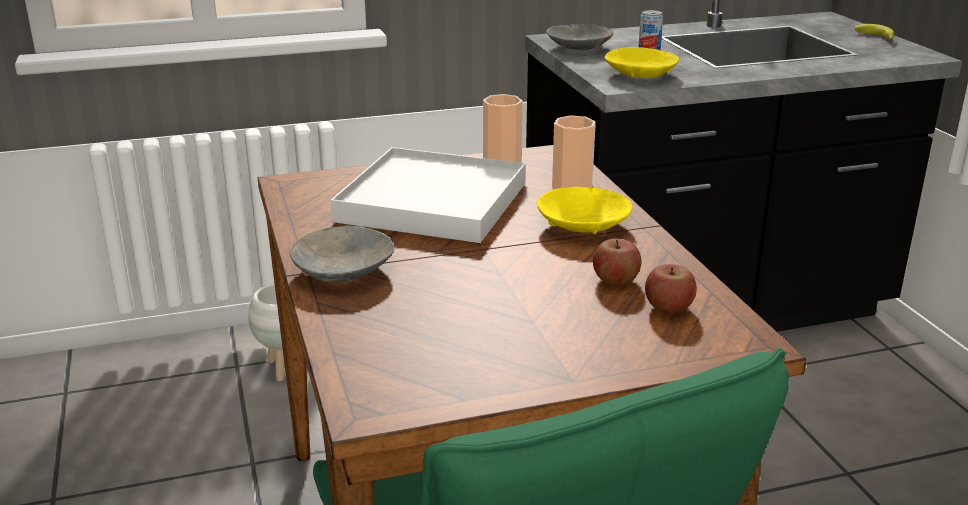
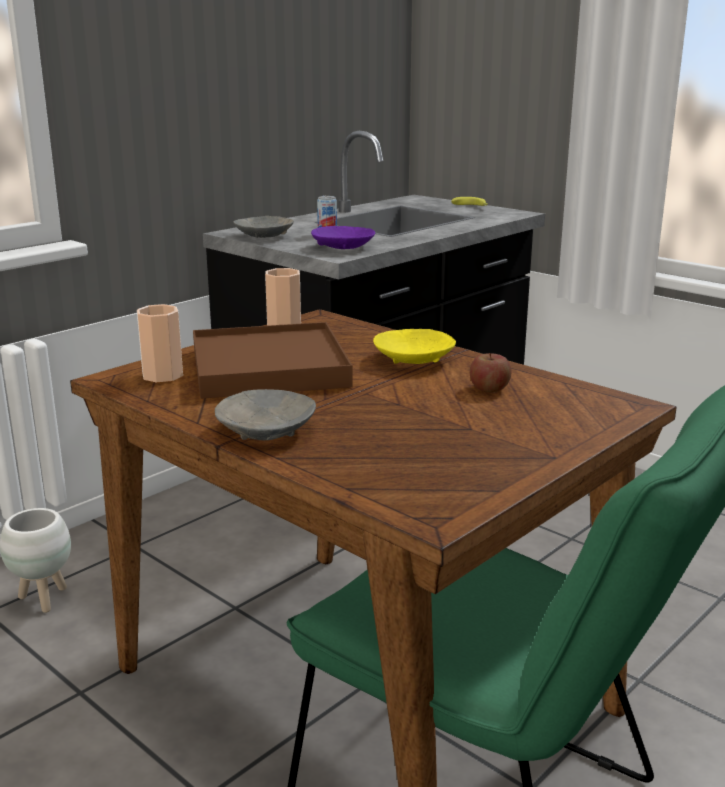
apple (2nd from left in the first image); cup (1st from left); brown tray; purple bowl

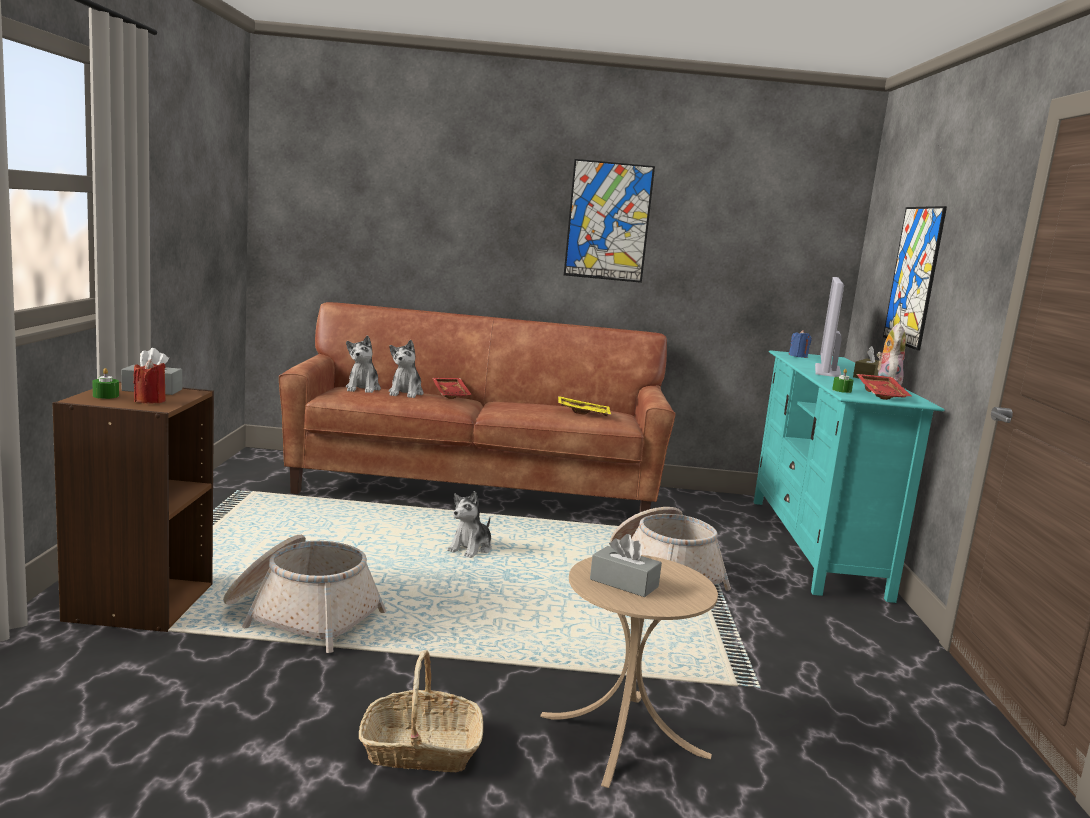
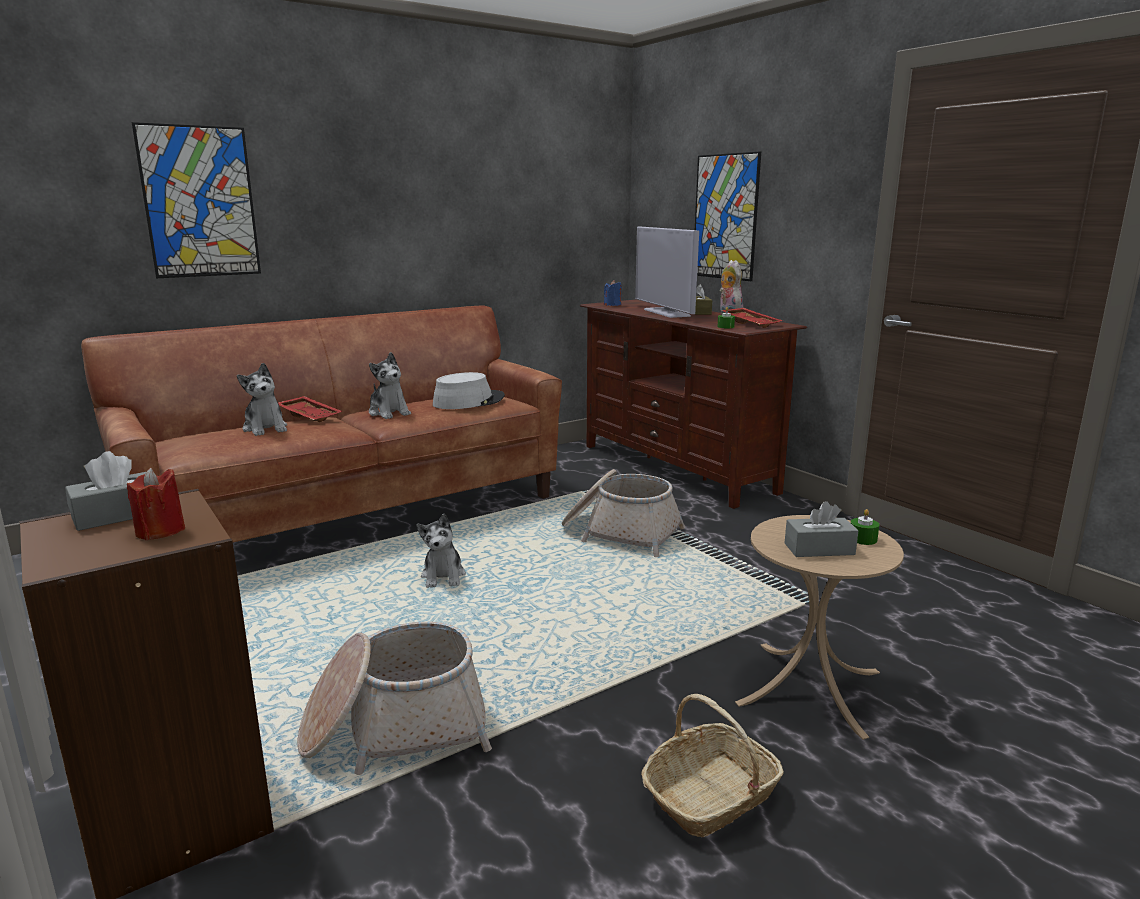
green candle (2nd from left); plush toy (2nd from left); picture (1st from left); grey hat; brown tv stand

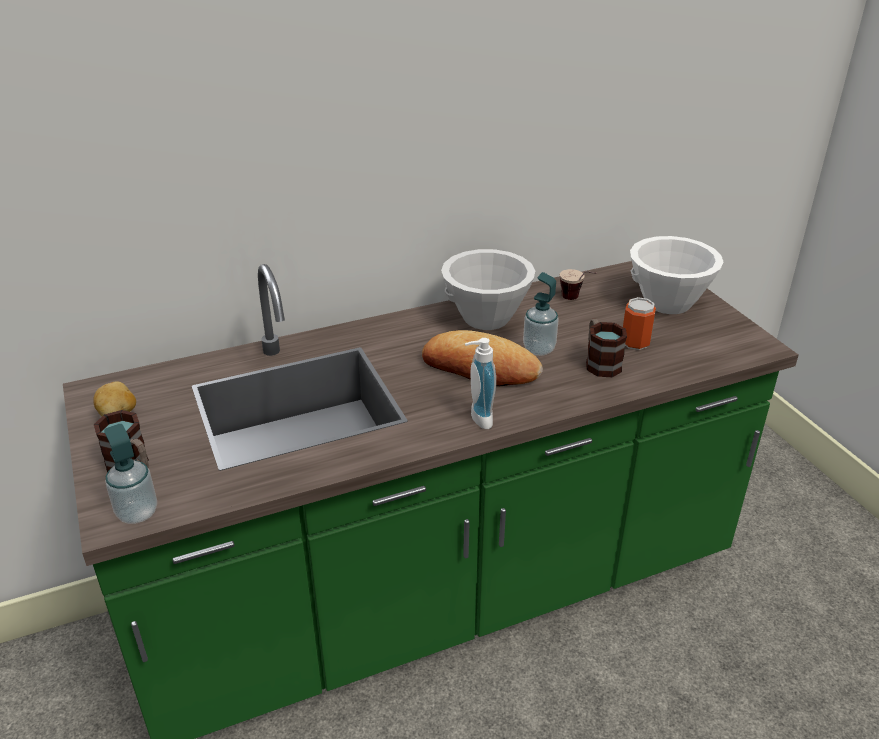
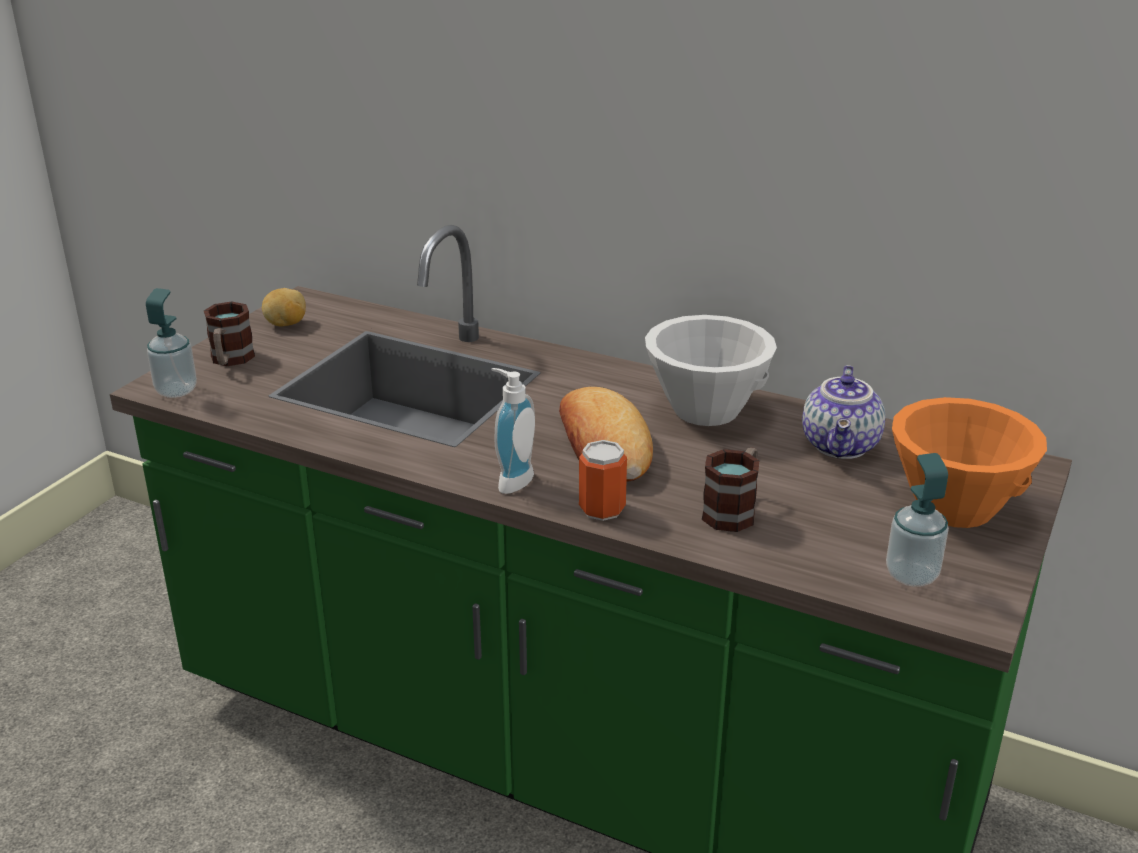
soap dispenser (3rd from left); can; teapot; orange bowl

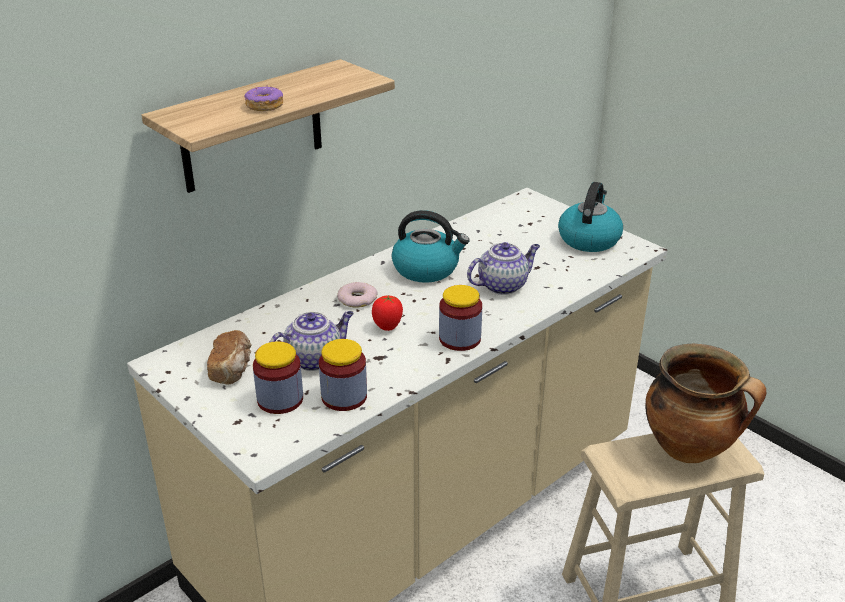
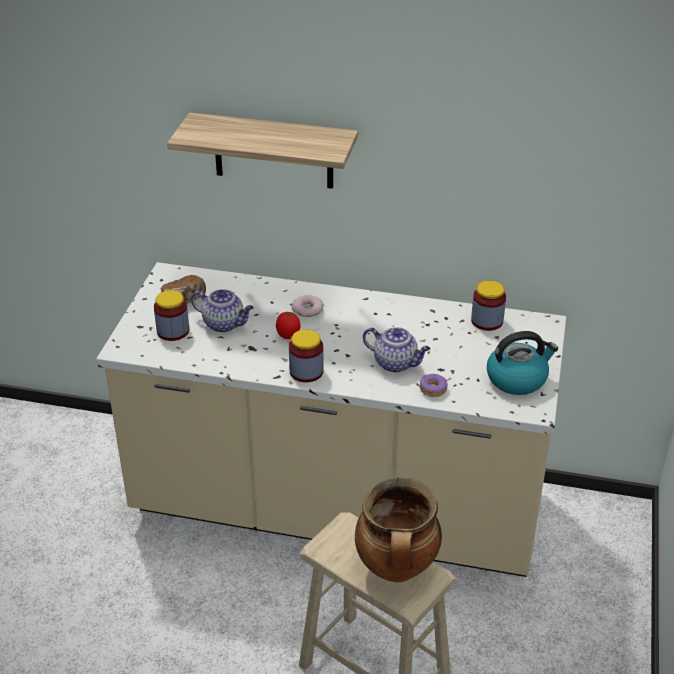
kettle (1st from left in the first image); donut (2nd from left); jar (3rd from left)

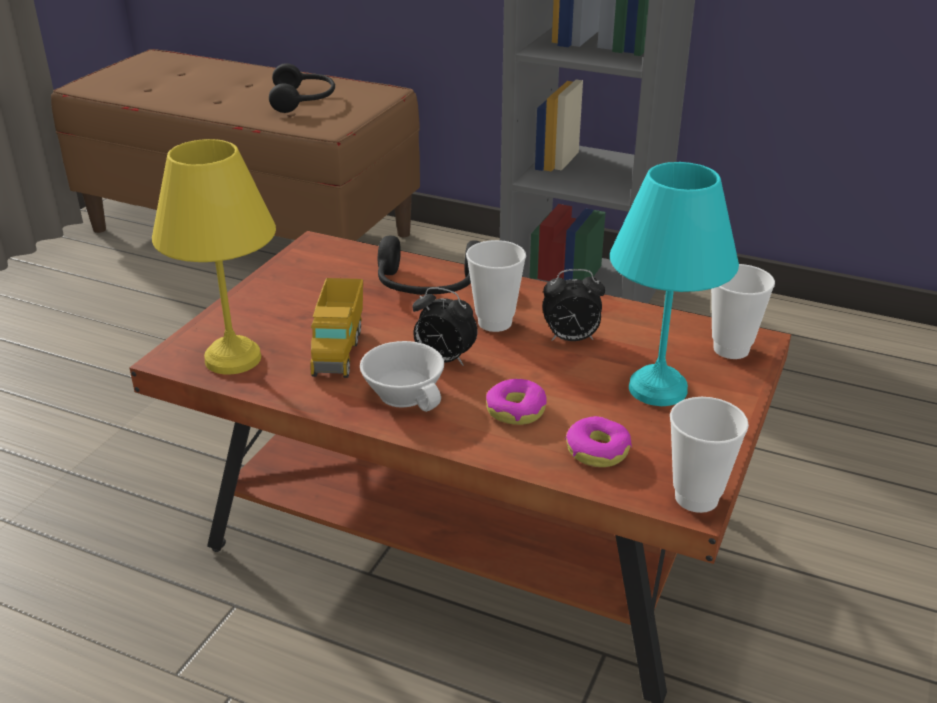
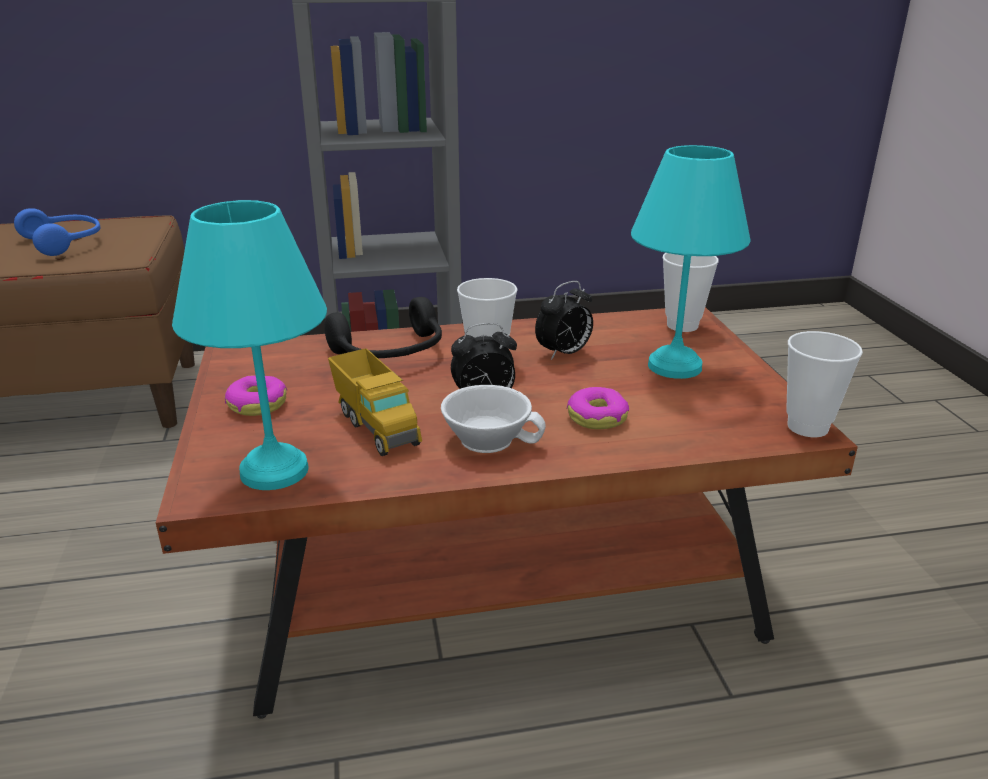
donut (1st from left); turquoise table lamp (1st from left); blue headphones

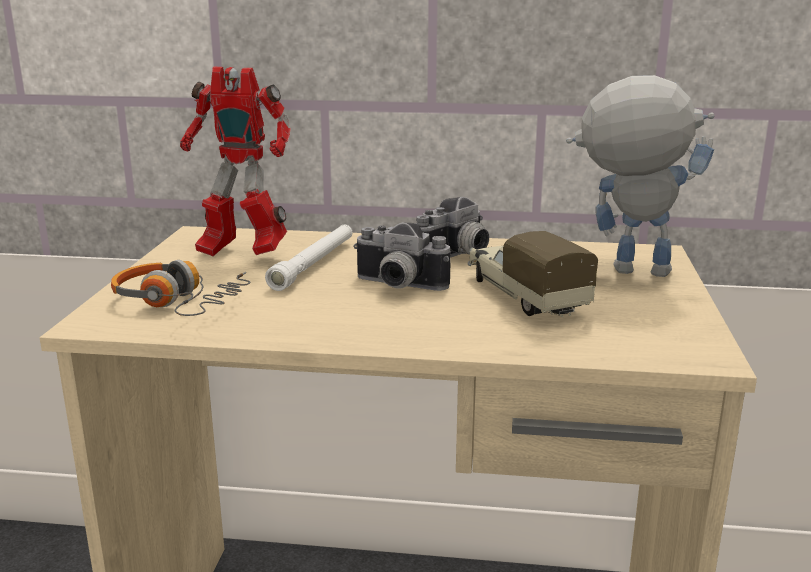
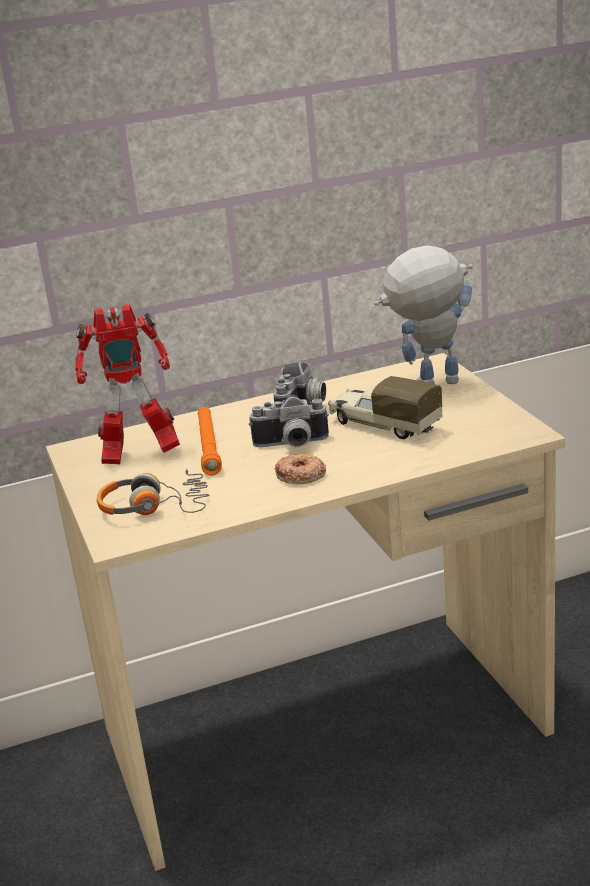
donut; orange flashlight

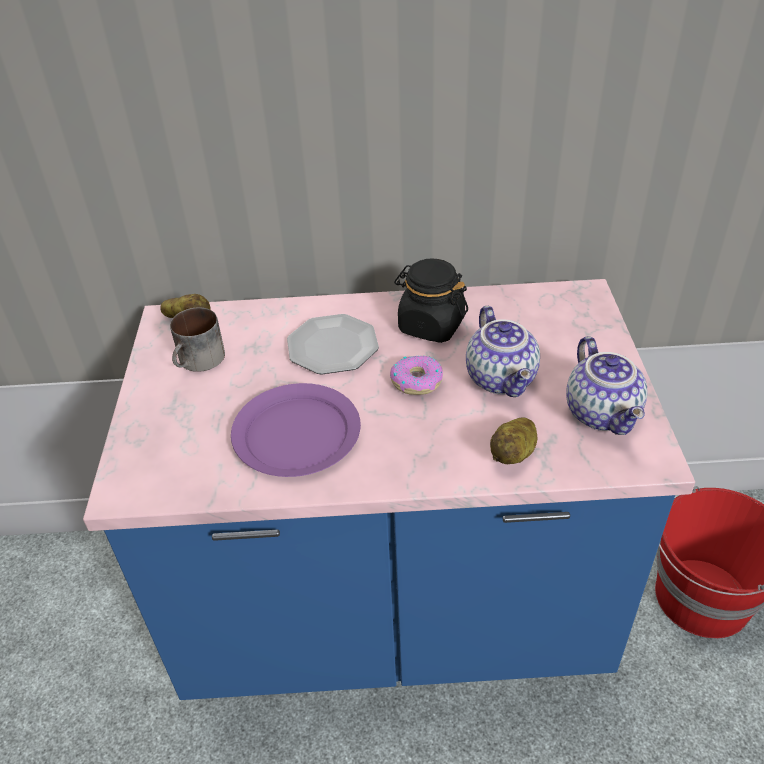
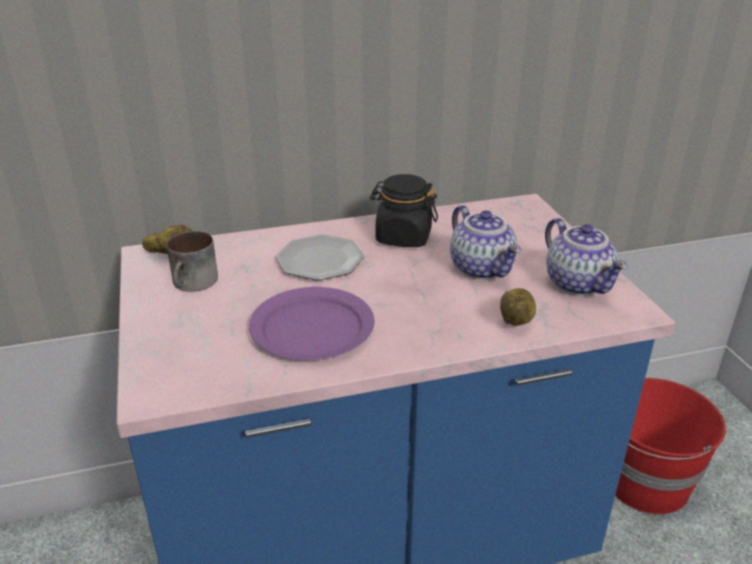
donut

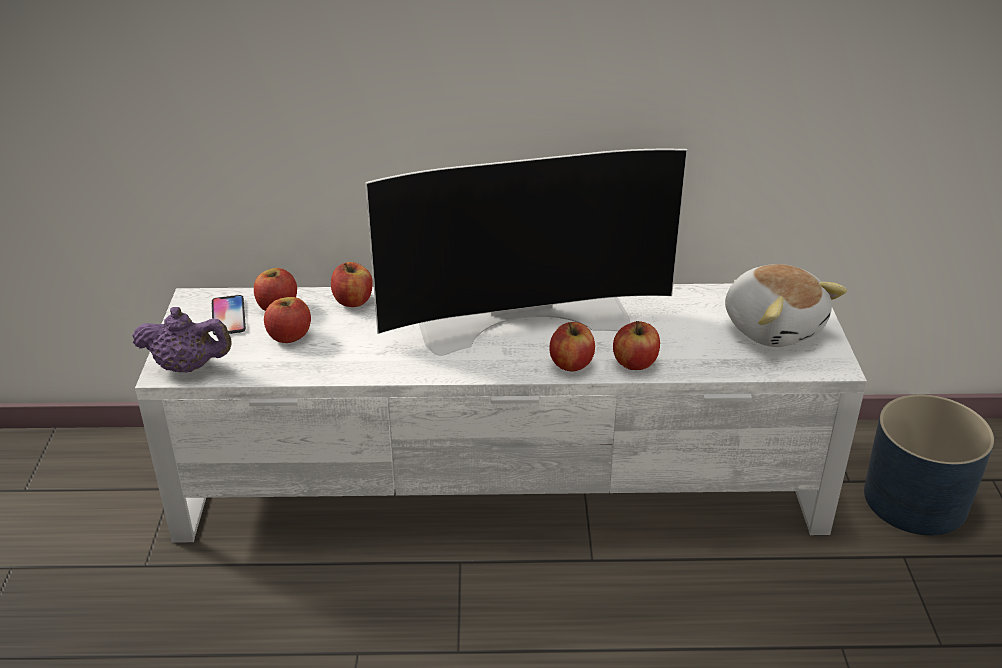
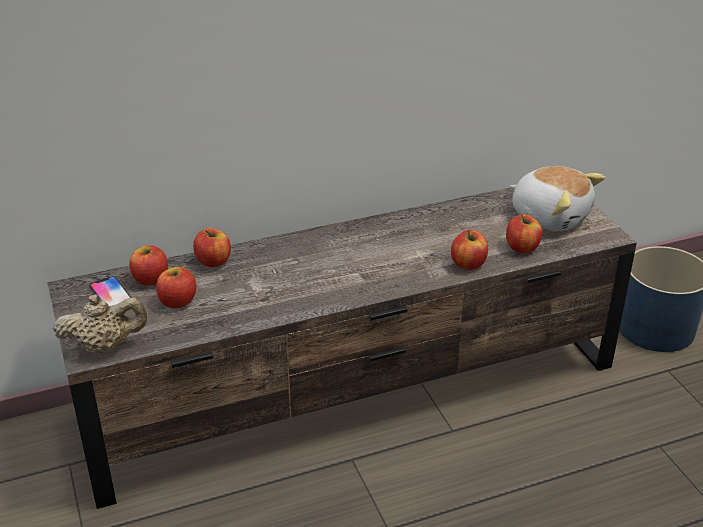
television; apple (5th from left); beige teapot; brown tv stand

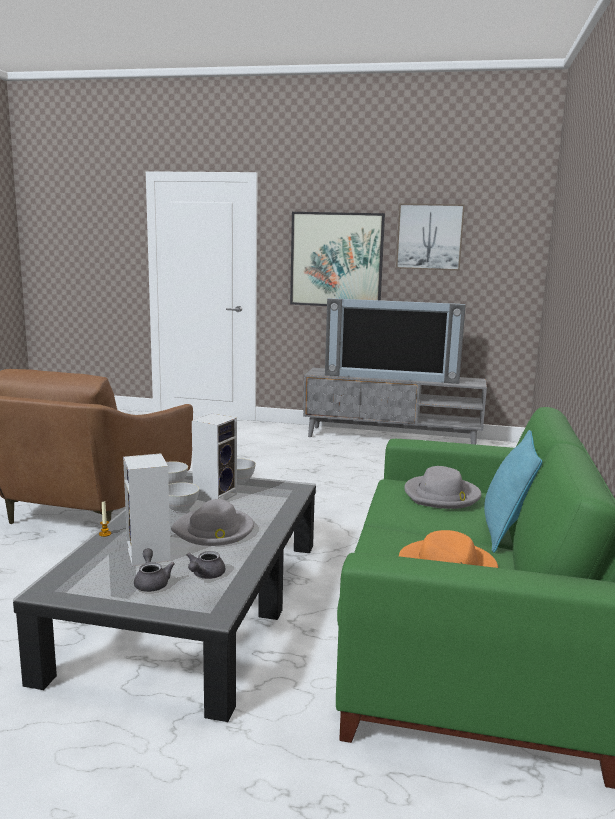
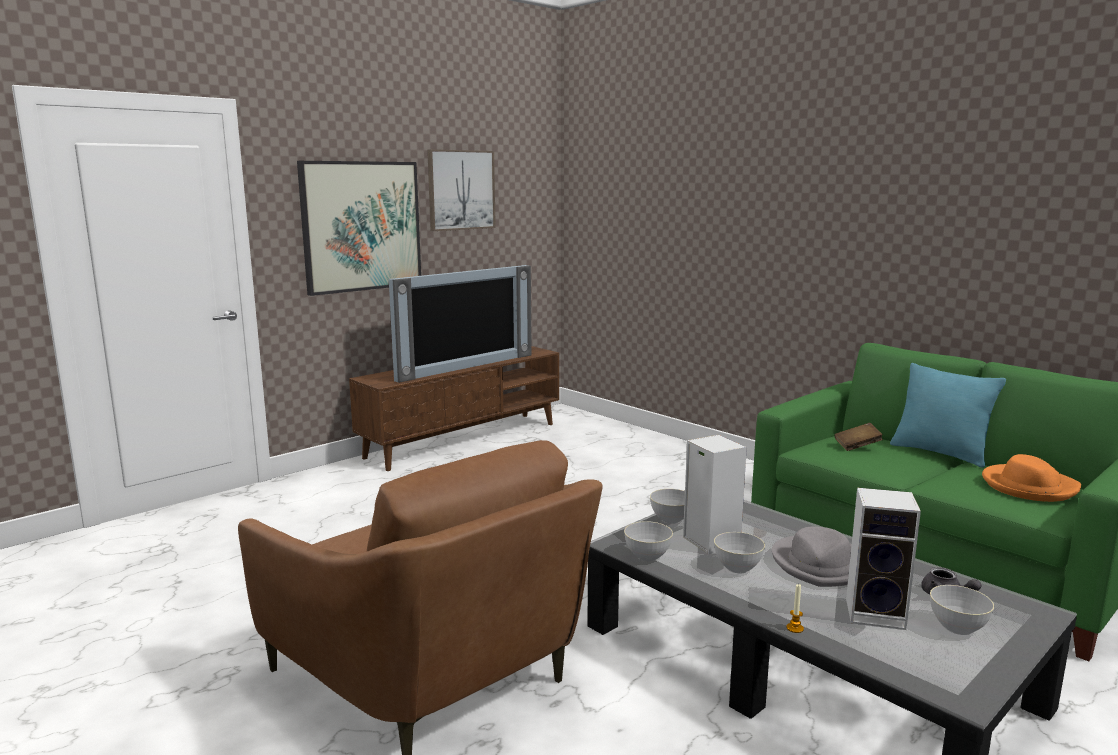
grey bowl (4th from left); brown book; brown tv stand

